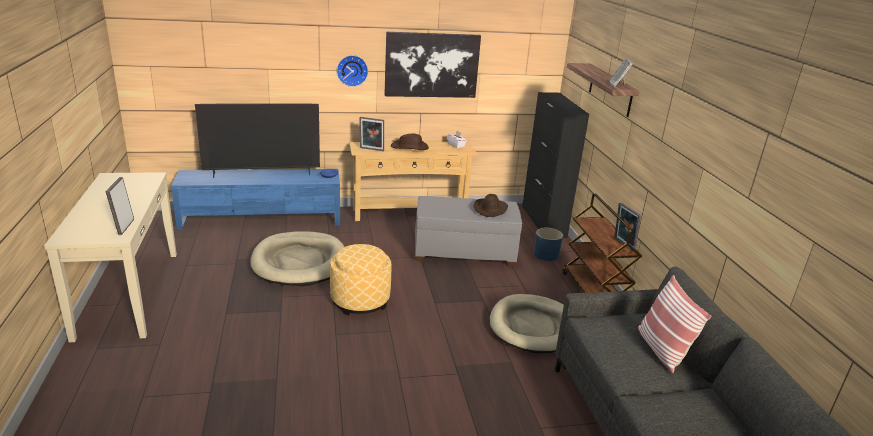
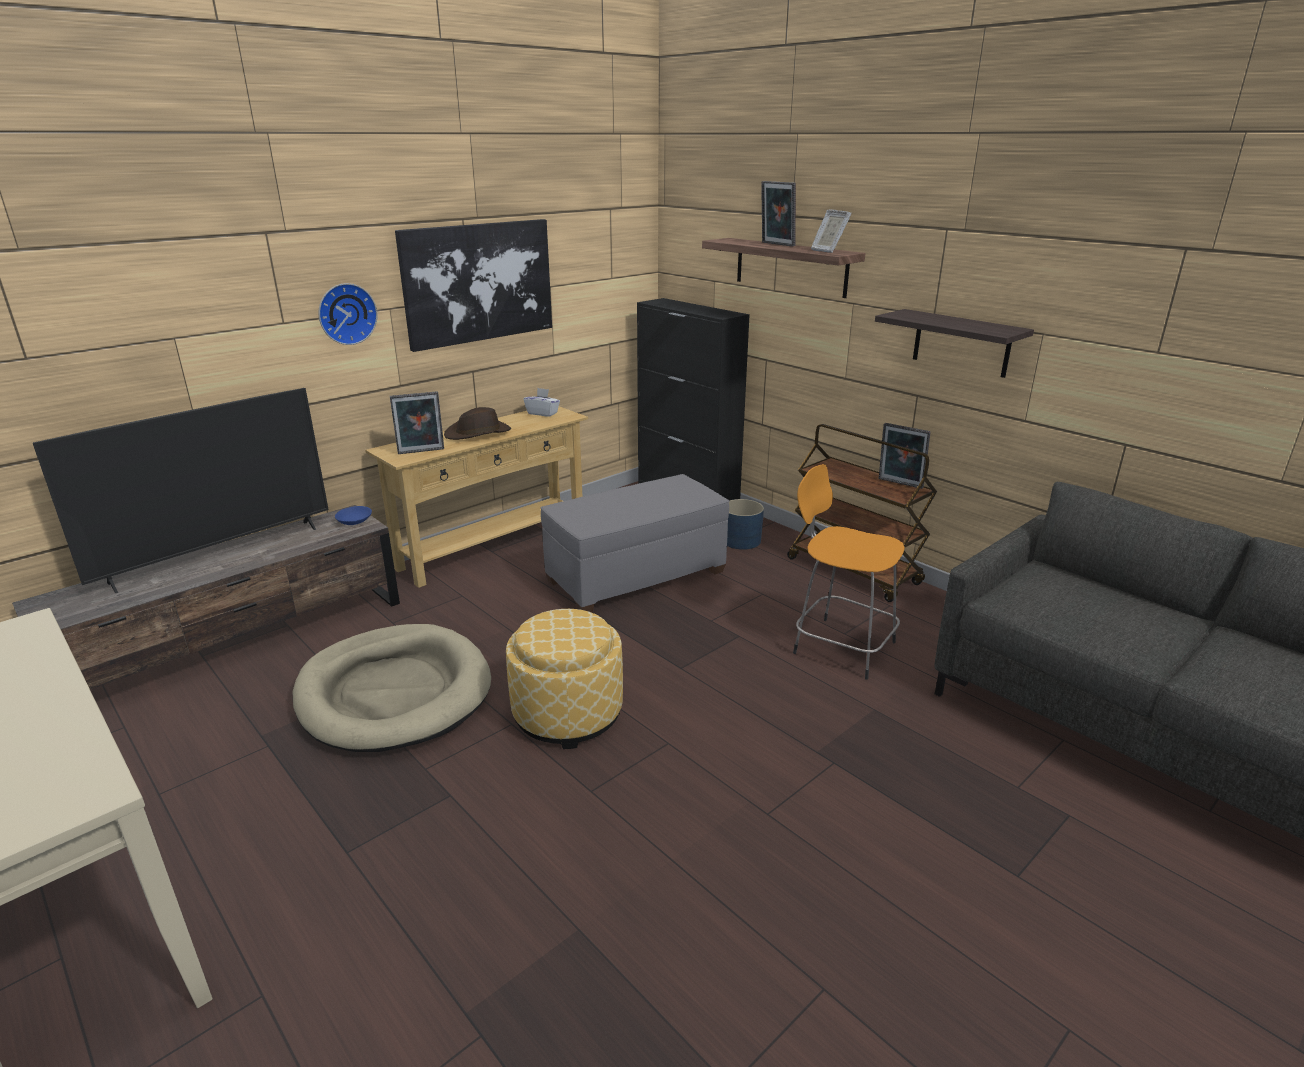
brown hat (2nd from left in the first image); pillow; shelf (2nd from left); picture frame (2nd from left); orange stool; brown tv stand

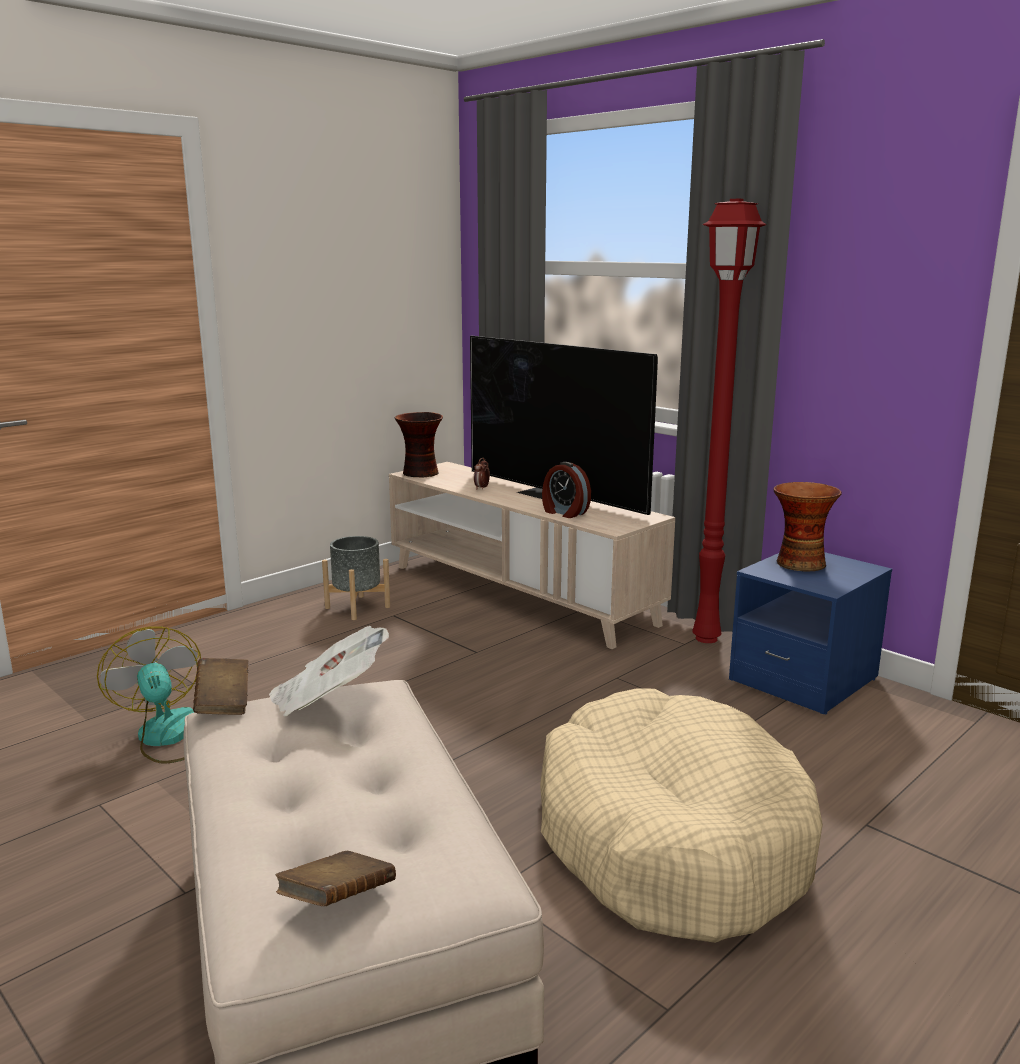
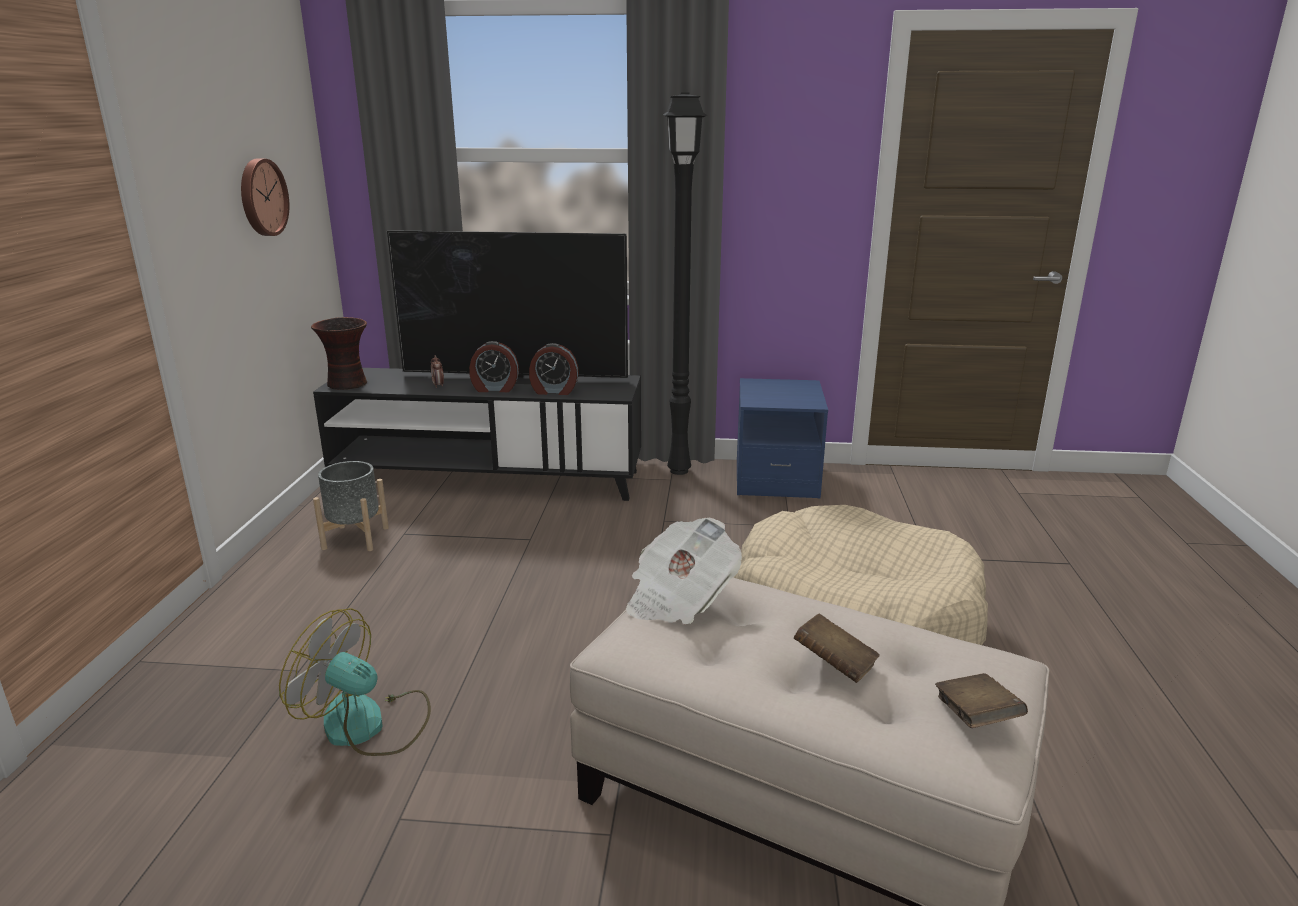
vase (2nd from left in the first image); wall clock; alarm clock (2nd from left); brown book (1st from left); black tv stand; black floor lamp

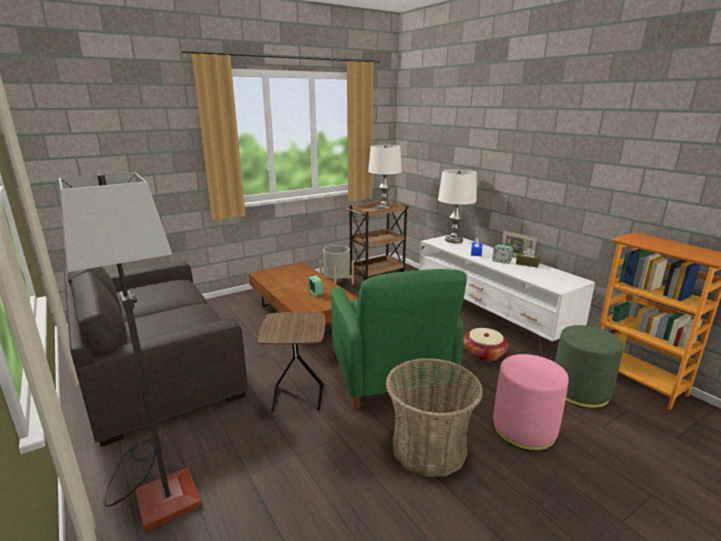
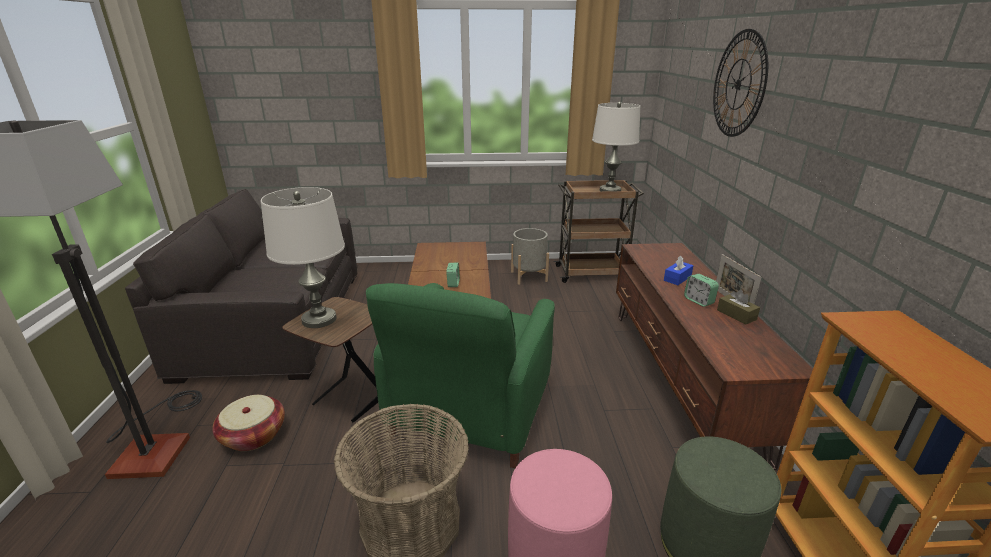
wall clock; white table lamp (1st from left); basket (1st from left); brown tv stand

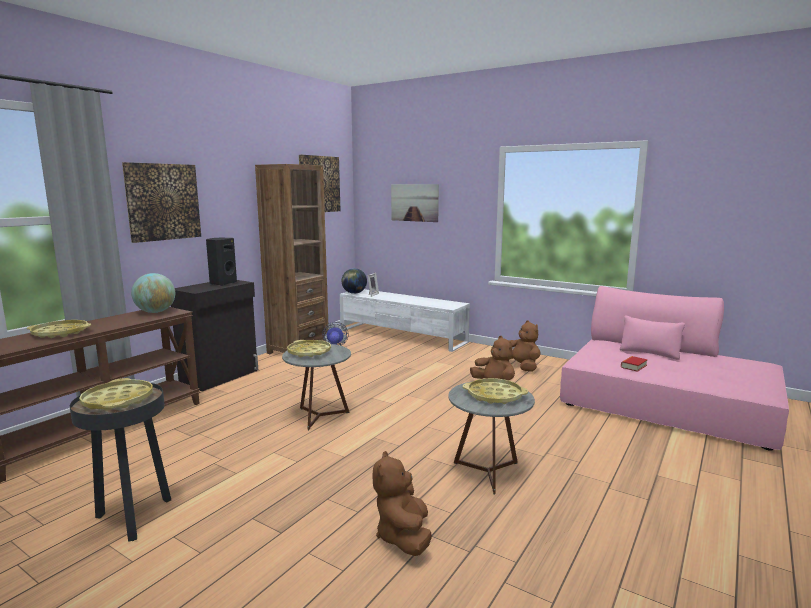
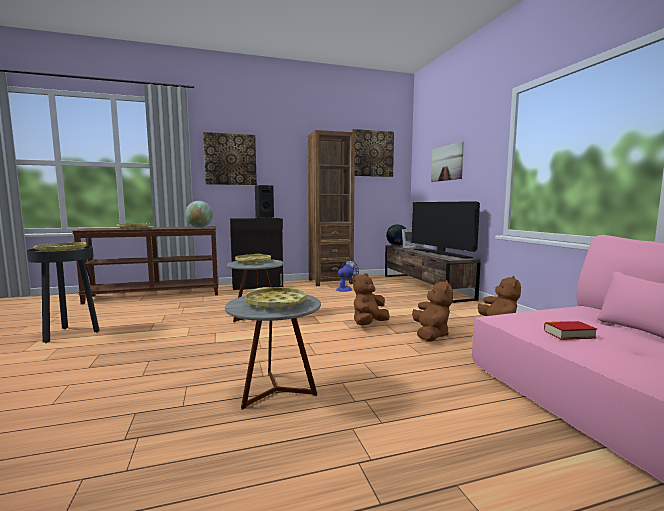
television; brown plush toy (1st from left); brown tv stand

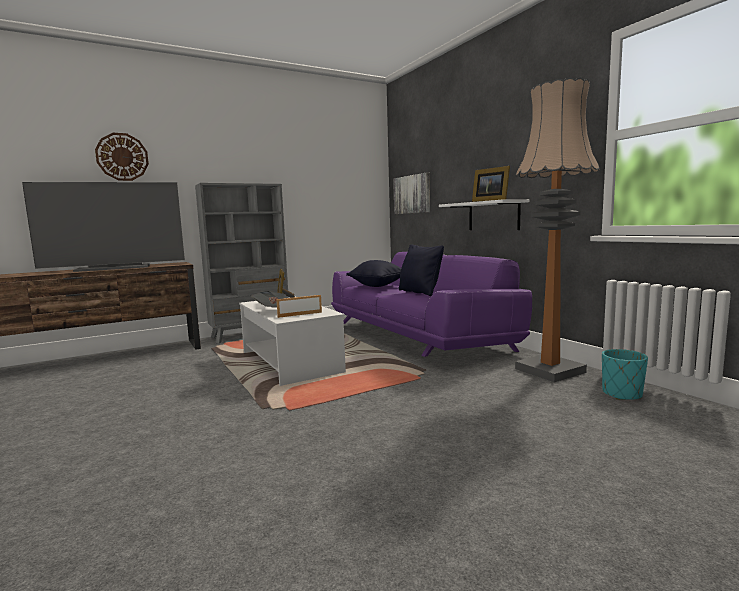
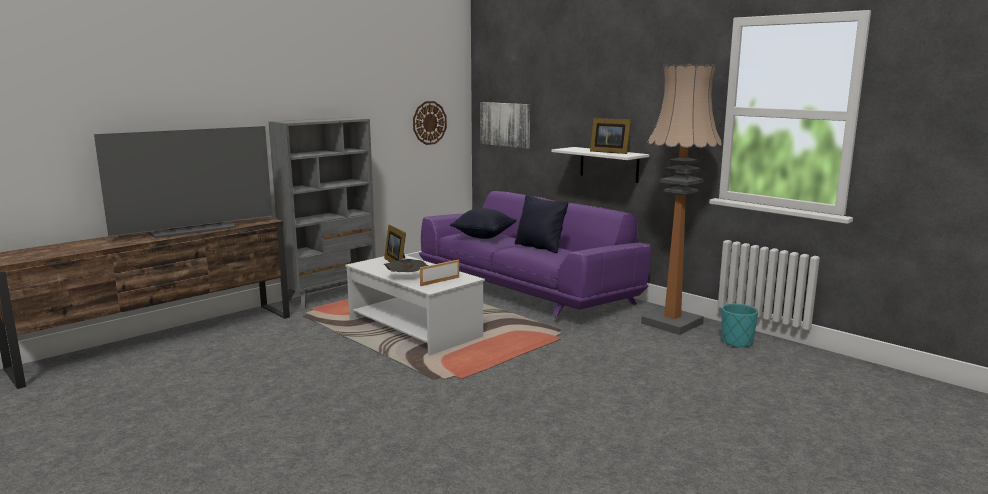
wall clock

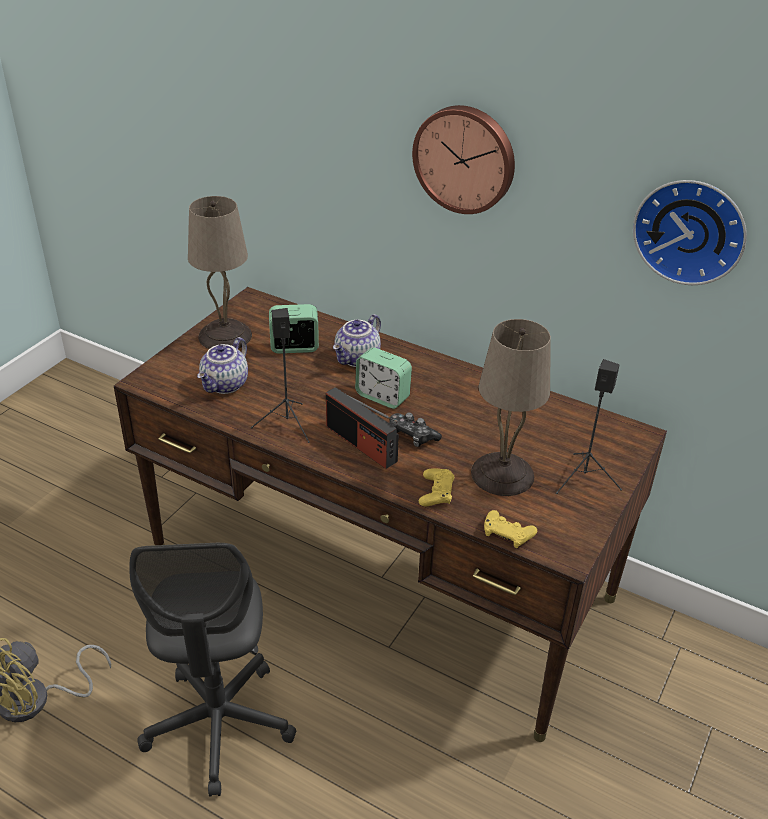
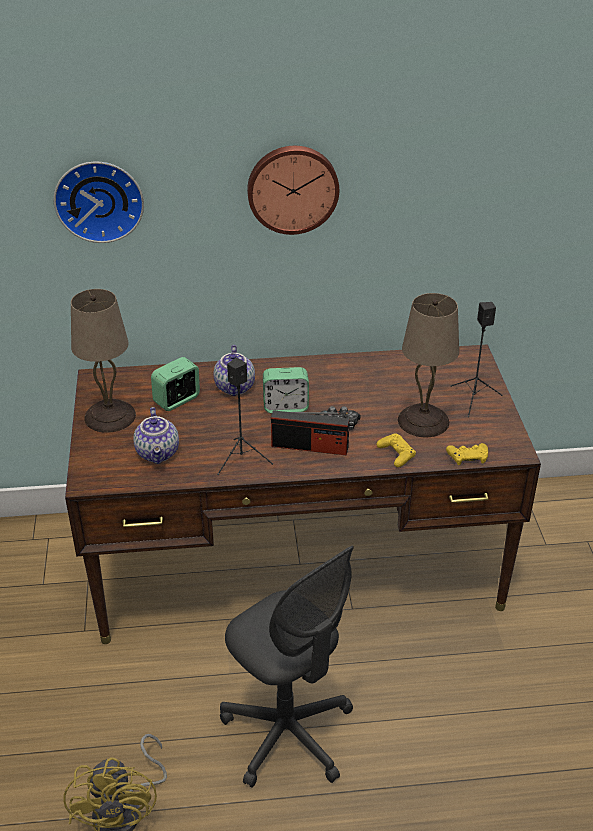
wall clock (1st from left)

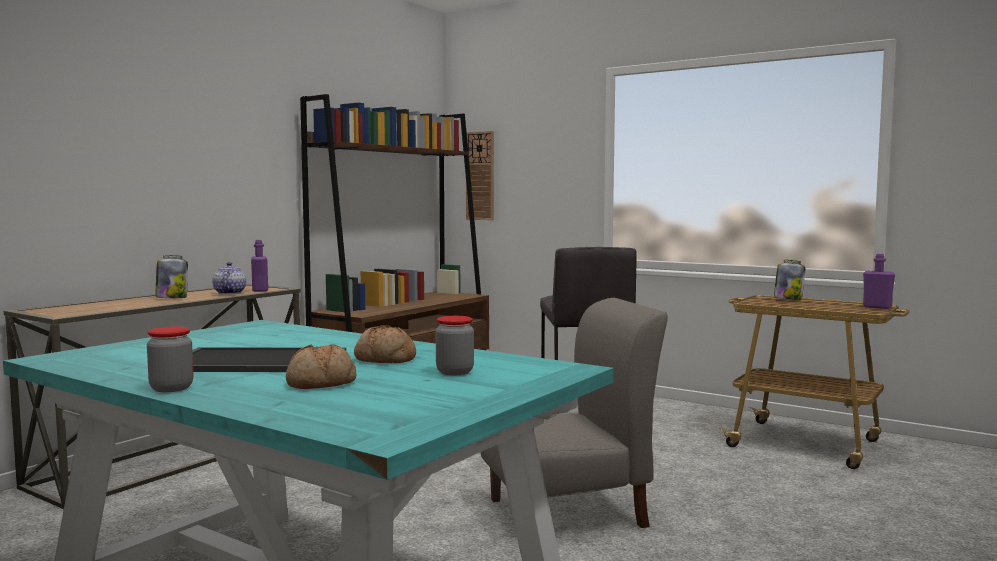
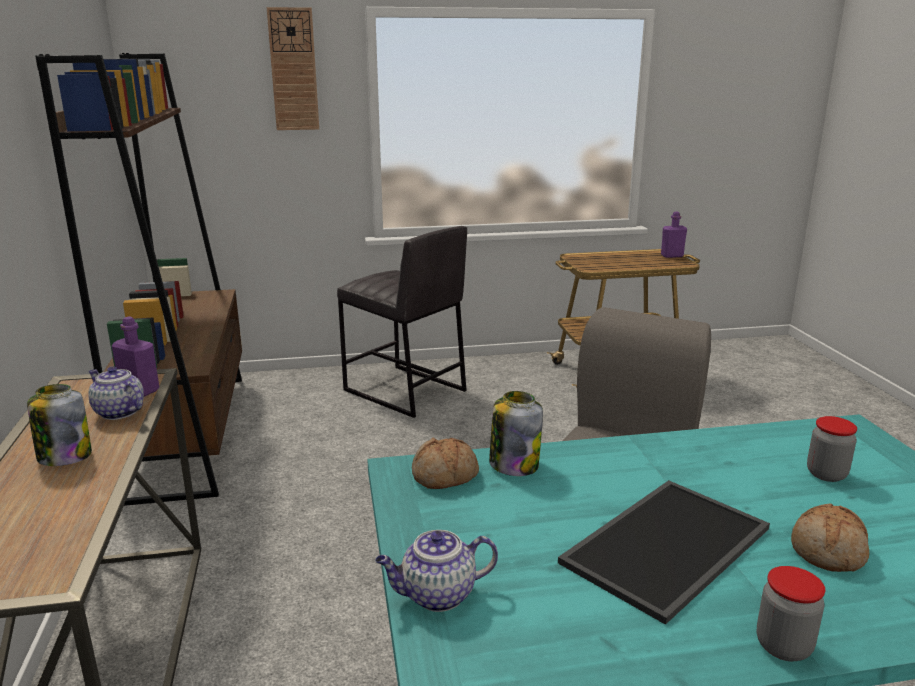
teapot (2nd from left); bread (1st from left); wall clock; jar (2nd from left)

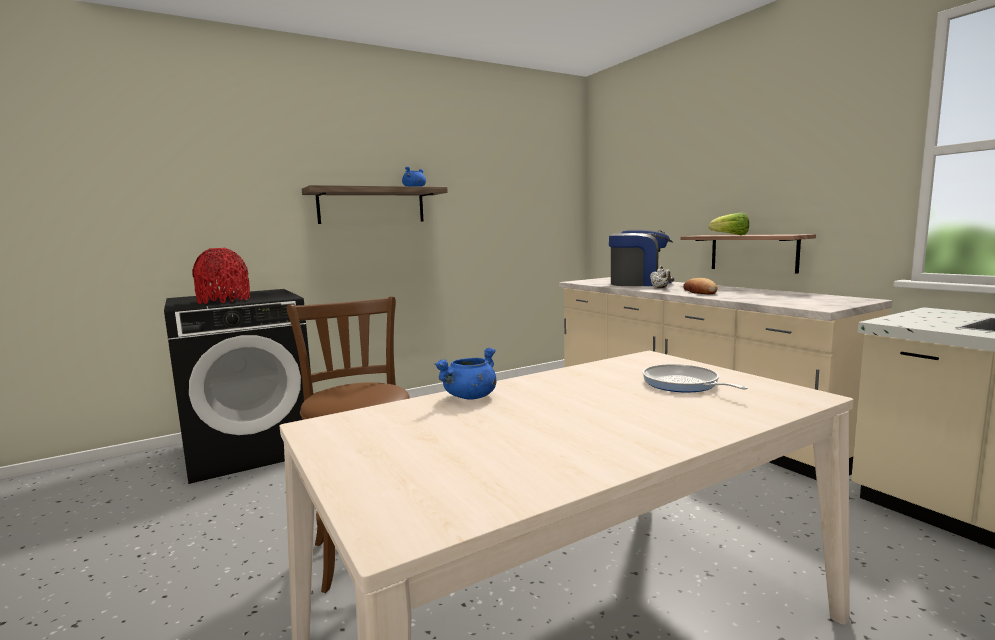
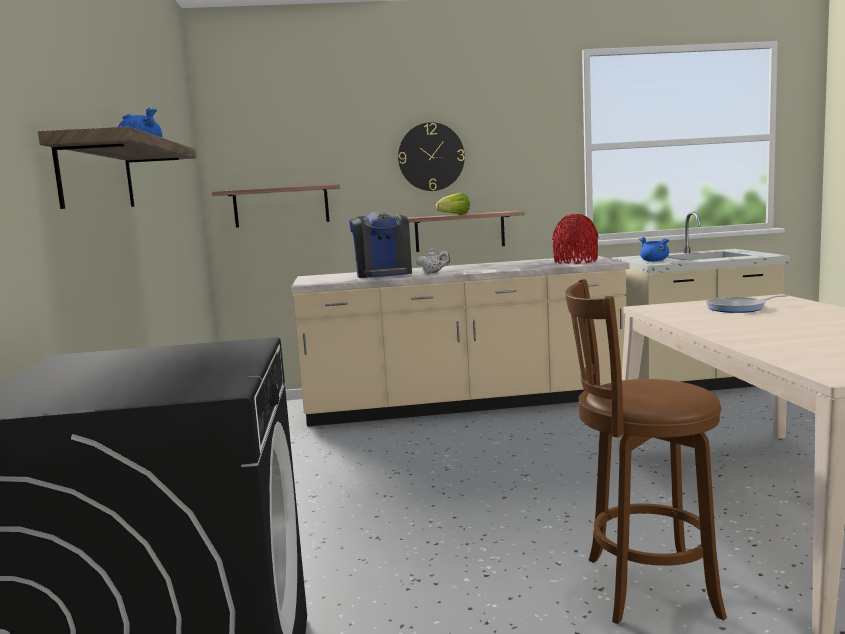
bread; shelf (2nd from left); wall clock; red vase; blue cooking pot (2nd from left); coffee machine

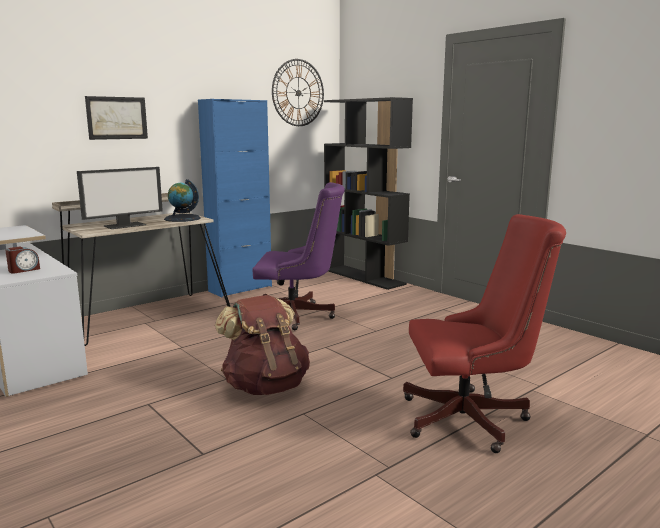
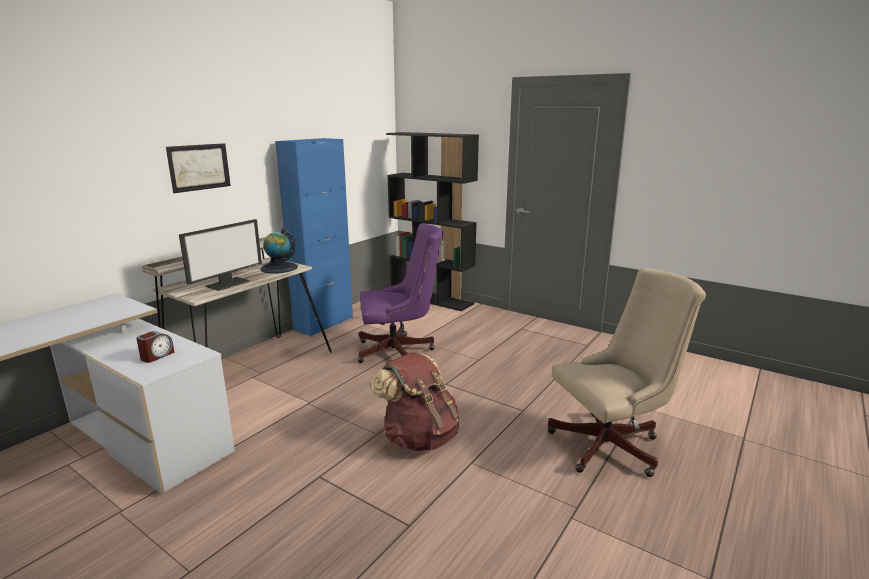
wall clock; beige office chair

